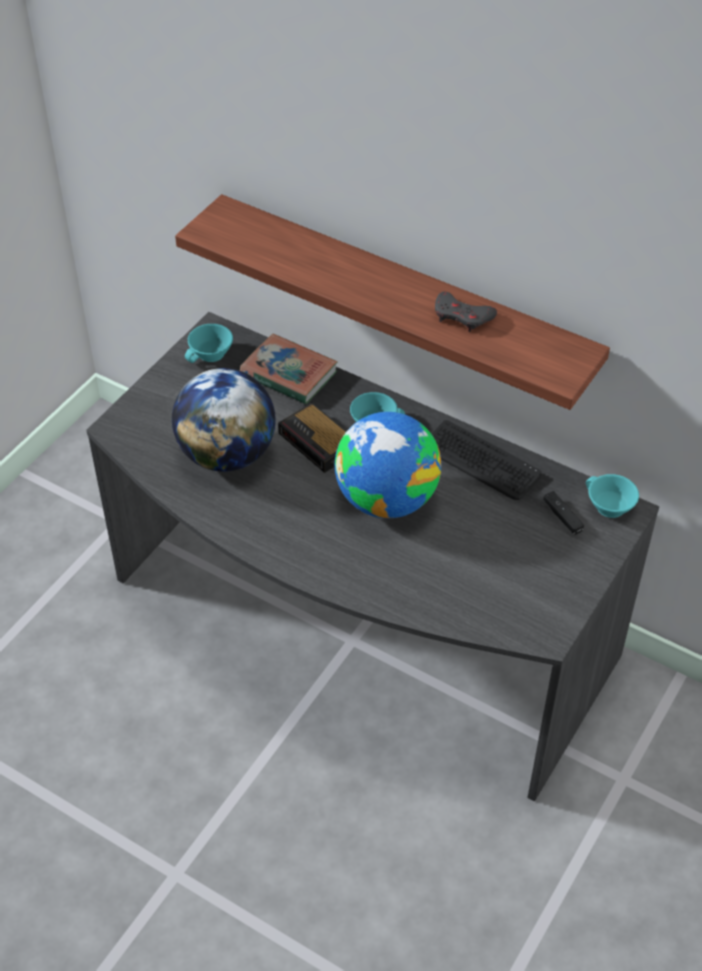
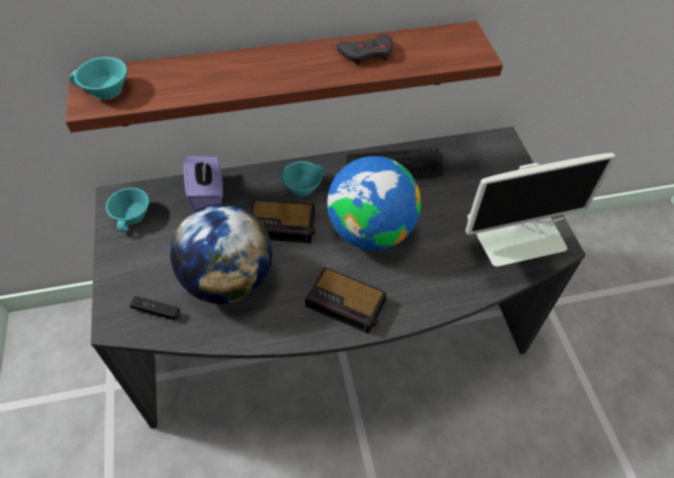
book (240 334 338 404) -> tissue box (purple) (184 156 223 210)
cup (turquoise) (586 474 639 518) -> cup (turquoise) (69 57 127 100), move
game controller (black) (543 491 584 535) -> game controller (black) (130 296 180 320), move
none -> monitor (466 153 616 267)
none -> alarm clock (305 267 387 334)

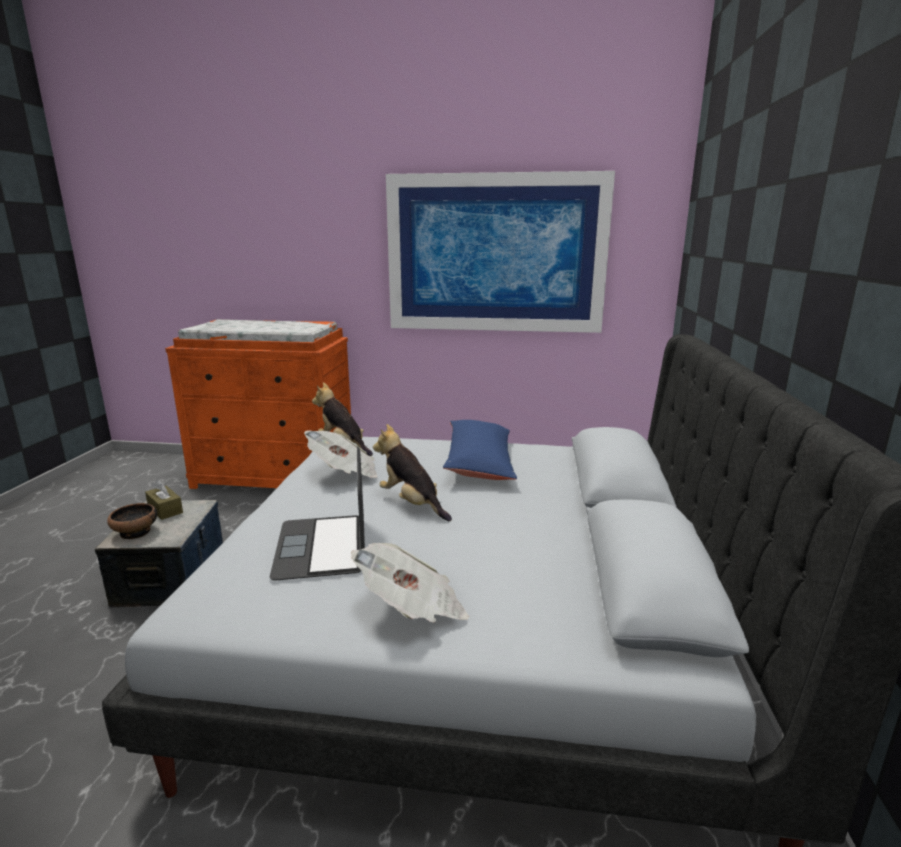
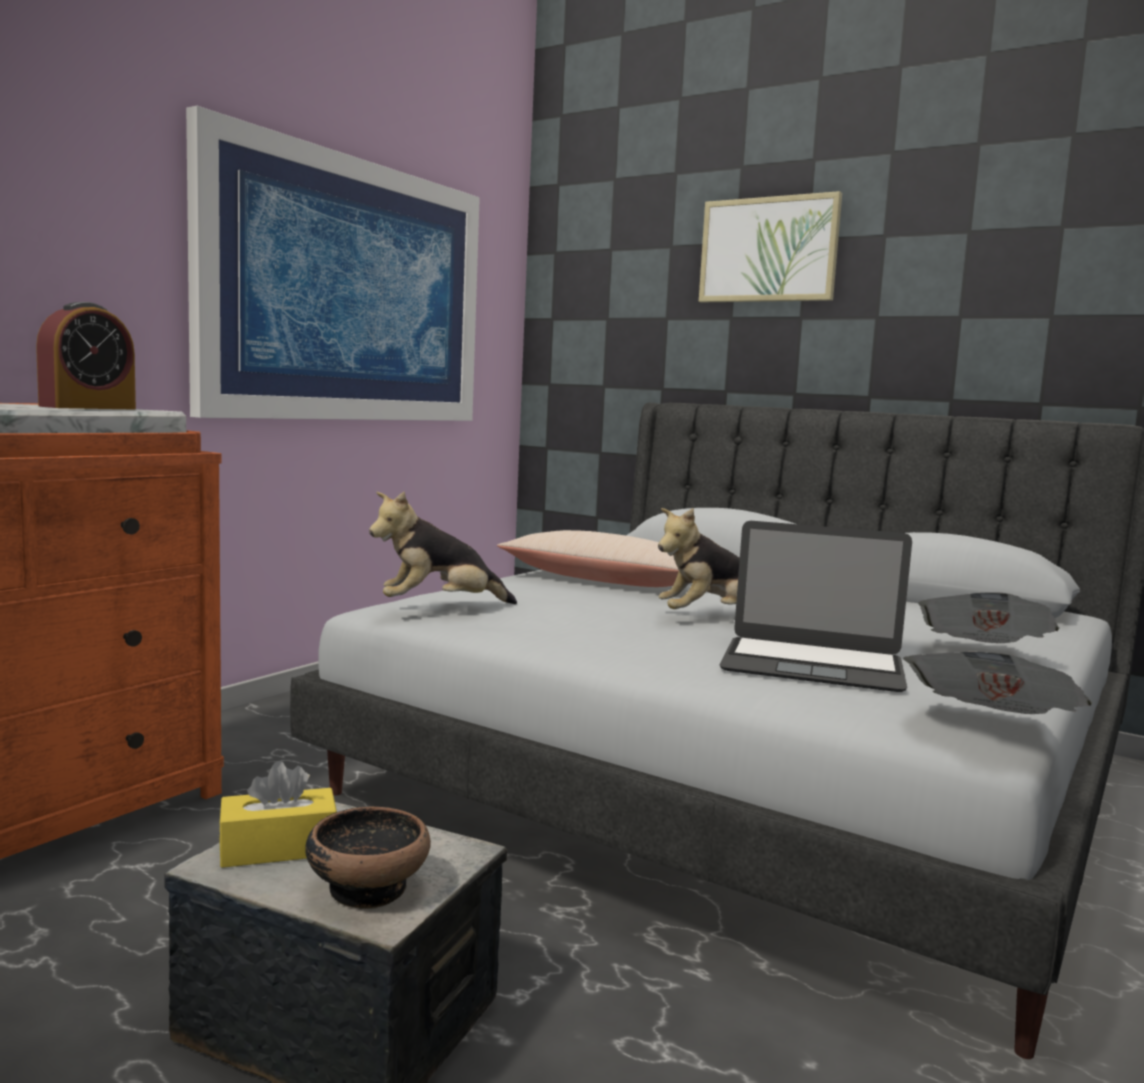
pillow (blue) (443 420 517 480) -> pillow (beige) (497 530 679 587)
newspaper (304 430 377 478) -> newspaper (903 652 1092 714), move
tissue box (brown) (145 480 183 520) -> tissue box (yellow) (218 761 337 868)
none -> picture (699 191 842 302)
none -> alarm clock (36 302 136 410)

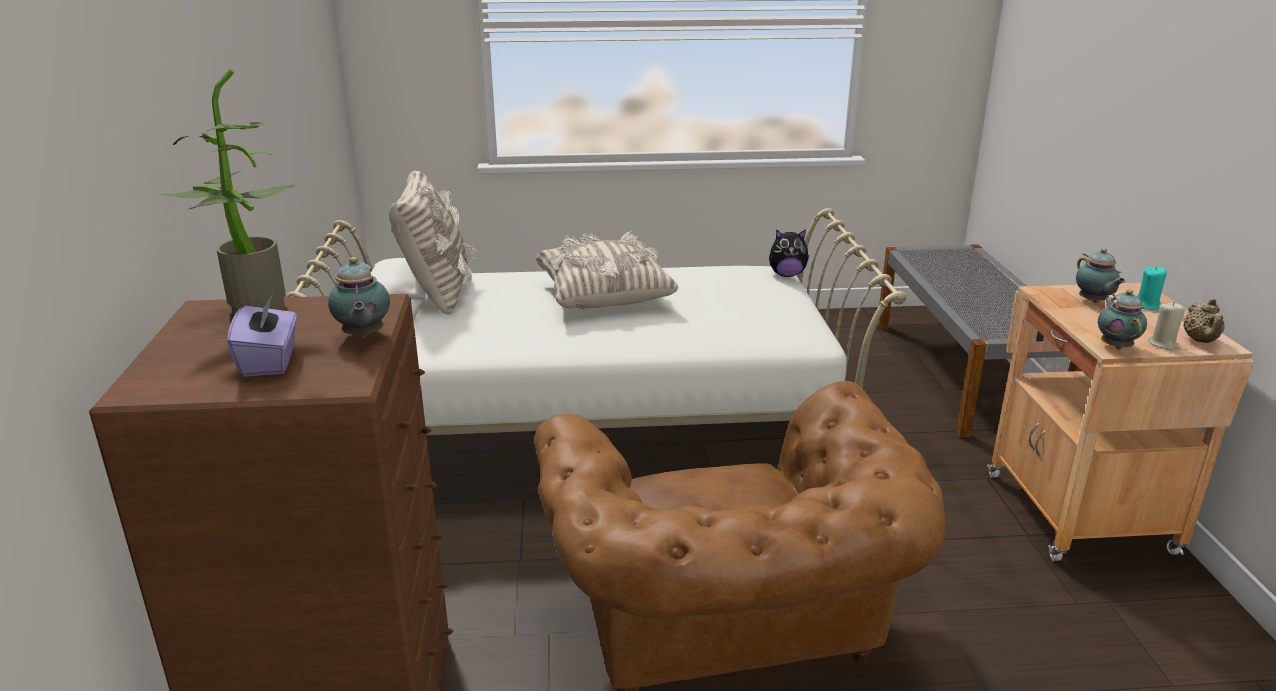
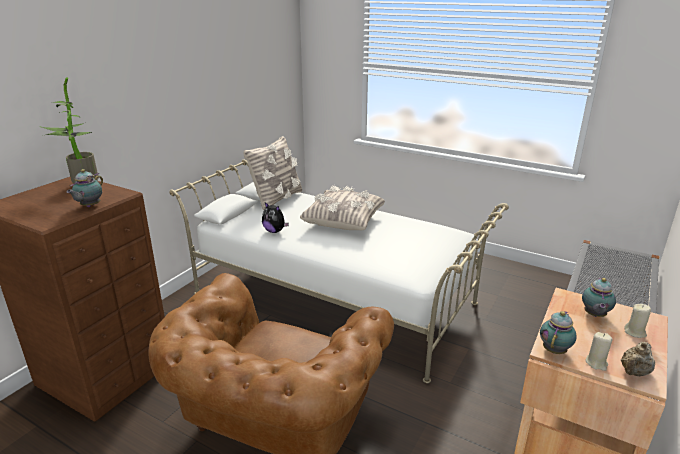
plush toy (769 229 810 277) -> plush toy (262 202 289 233), move
candle (turquoise) (1137 266 1167 310) -> candle (beige) (624 304 651 338)
tissue box (purple) (227 294 297 377) -> none

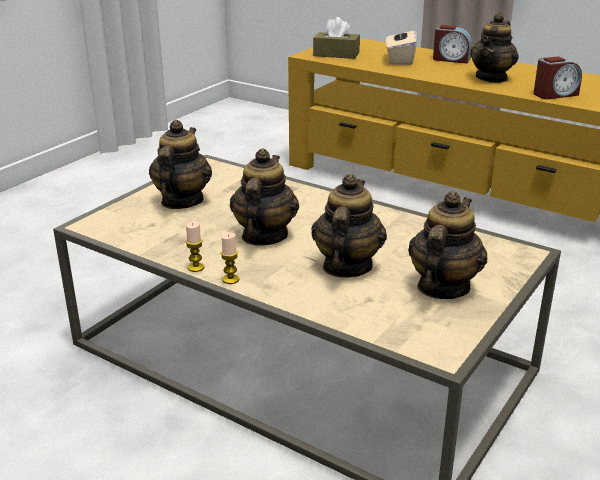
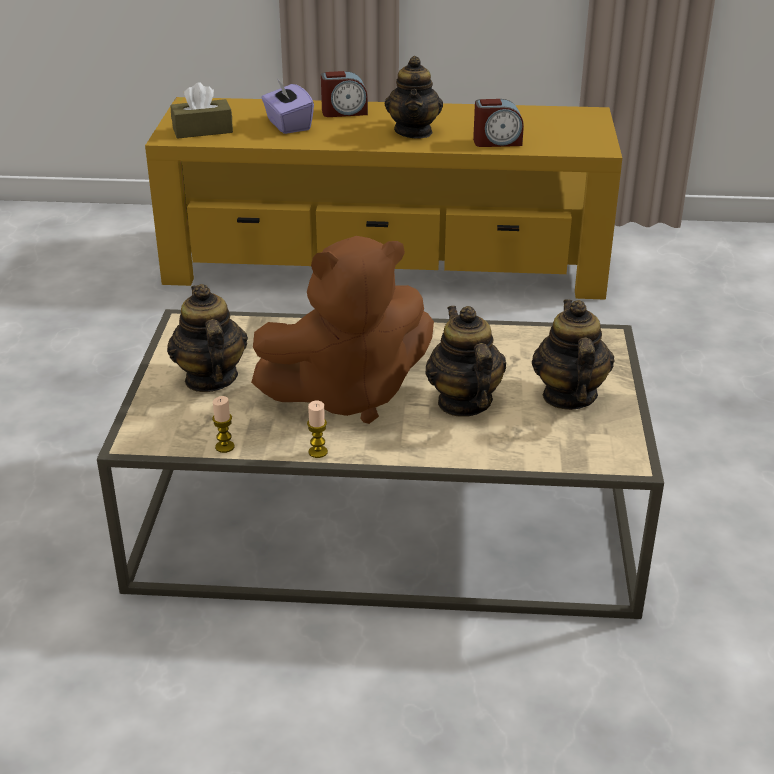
tissue box (beige) (386 24 417 65) -> tissue box (purple) (261 80 314 134)
alarm clock (533 56 582 99) -> alarm clock (473 99 524 147), 45 degrees clockwise
teapot (230 149 299 245) -> plush toy (brown) (251 236 434 424)
candle (221 233 239 284) -> candle (212 396 235 453), move

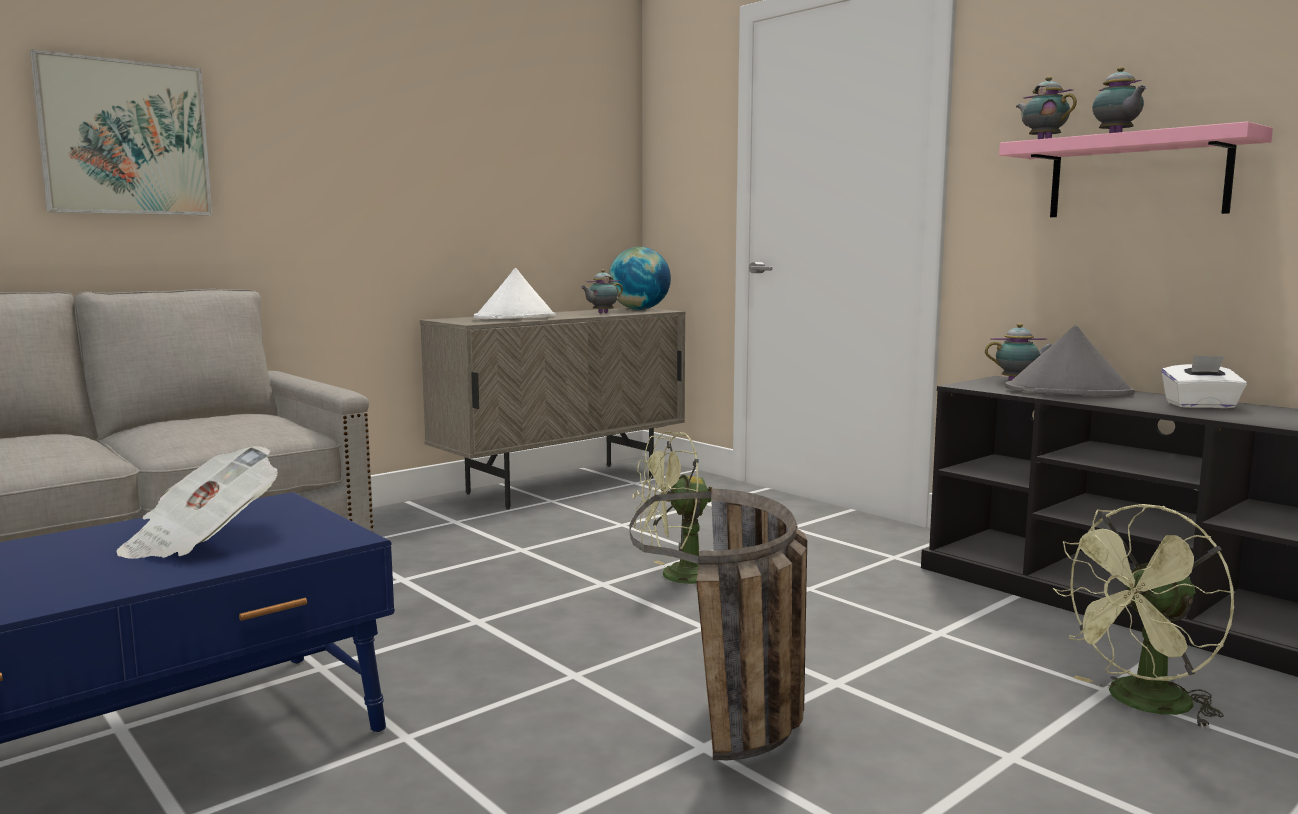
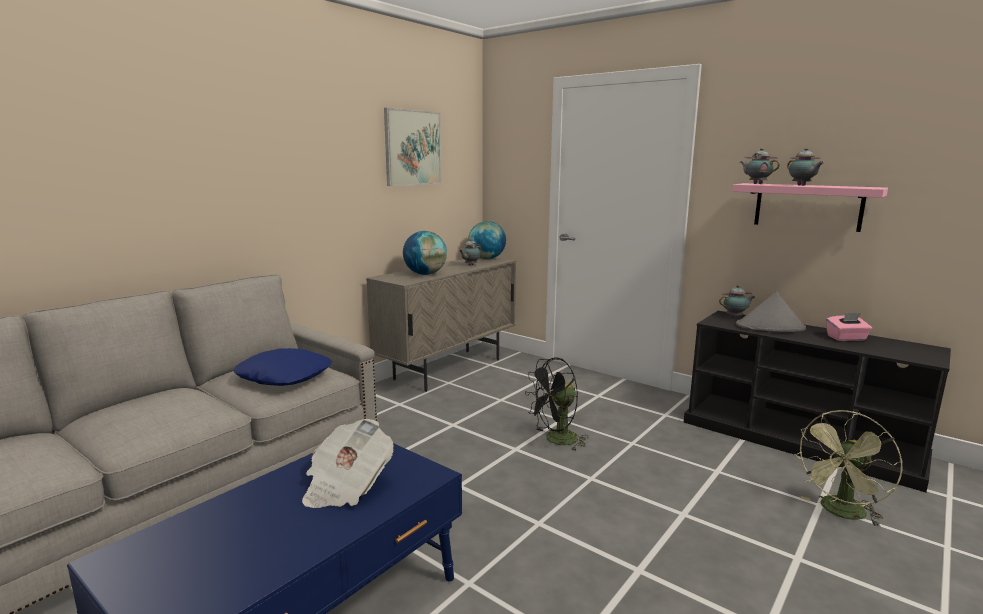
picture (30 49 212 215) -> picture (384 108 442 186), move
hat (white) (474 268 556 319) -> globe (403 231 447 275)
tissue box (white) (1162 355 1247 408) -> tissue box (pink) (826 313 872 341)
fan (green) (633 432 712 592) -> fan (black) (525 357 587 451)
basket (629 488 807 760) -> none
none -> pillow (blue) (234 348 332 386)

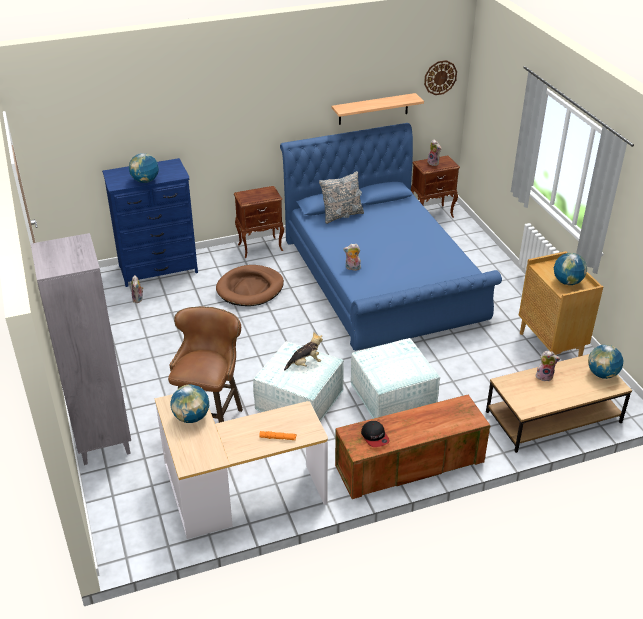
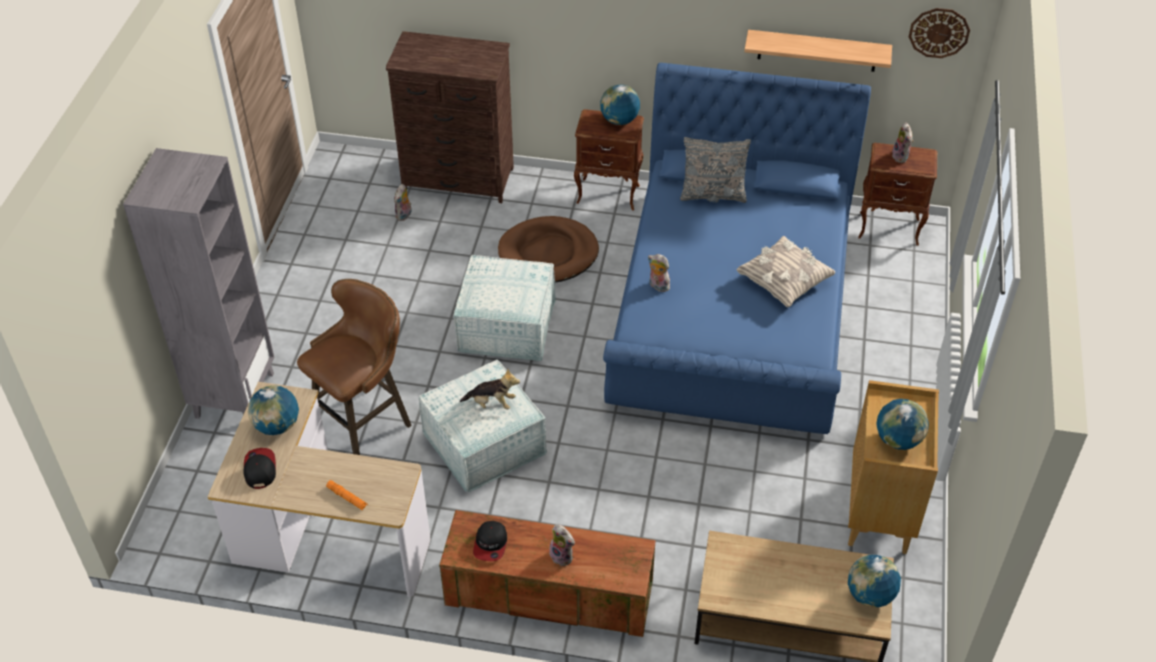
globe (129 153 159 183) -> globe (600 85 640 125), move
dresser (blue) (102 158 198 287) -> dresser (brown) (386 31 514 203)
ottoman (white) (351 338 440 419) -> ottoman (white) (454 255 556 361), move
plush toy (536 351 560 381) -> plush toy (549 524 575 566), move
none -> pillow (beige) (737 236 835 307)
none -> cap (243 448 276 489)

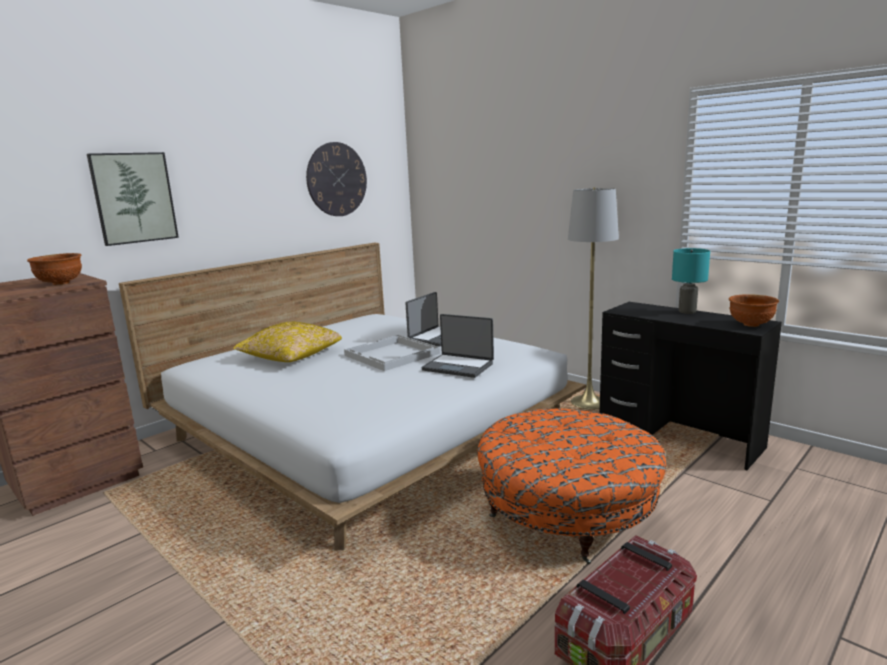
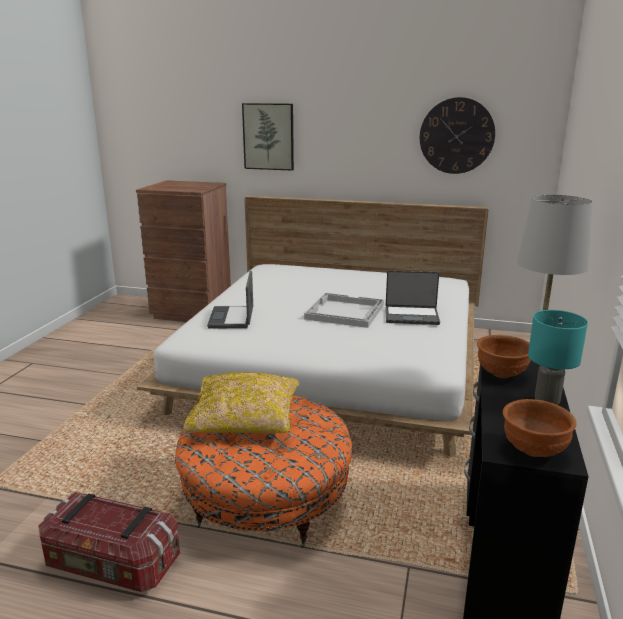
bowl (brown) (27 253 82 285) -> bowl (brown) (477 335 530 378), move
laptop (422 314 494 378) -> laptop (207 271 253 329), move
pillow (yellow) (233 321 342 362) -> pillow (yellow) (183 372 300 433), move

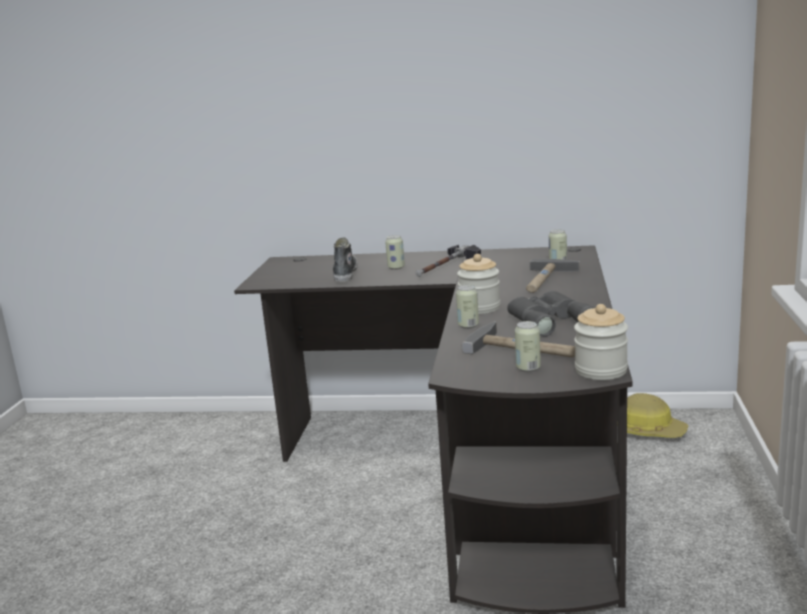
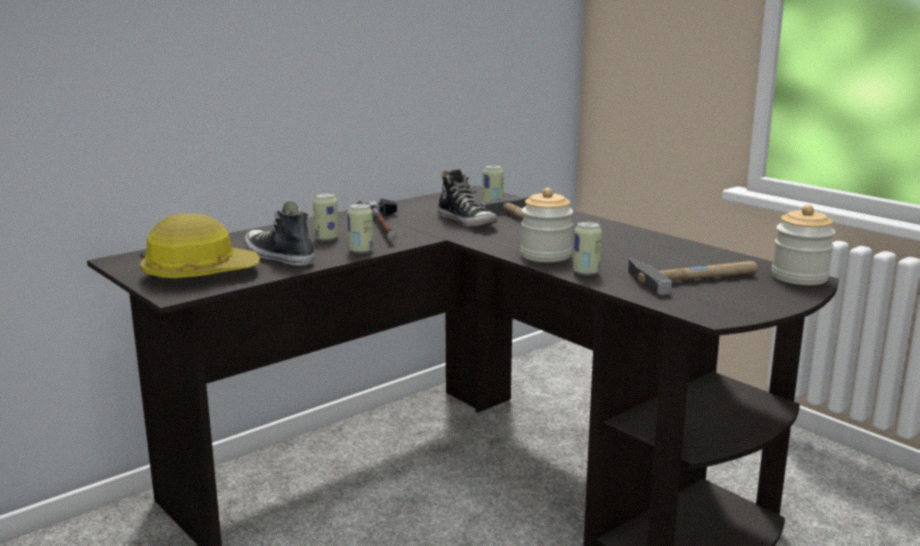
binoculars (grey) (507 291 595 337) -> none
can (515 321 541 372) -> can (347 204 374 254), move
hard hat (627 393 688 438) -> hard hat (140 213 260 282), move
none -> shoe (438 169 497 227)

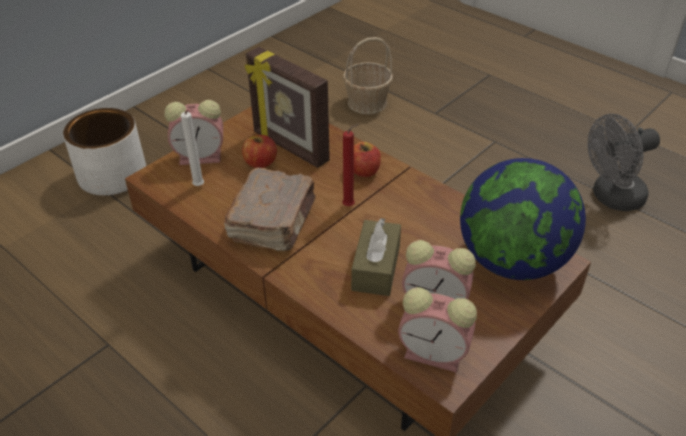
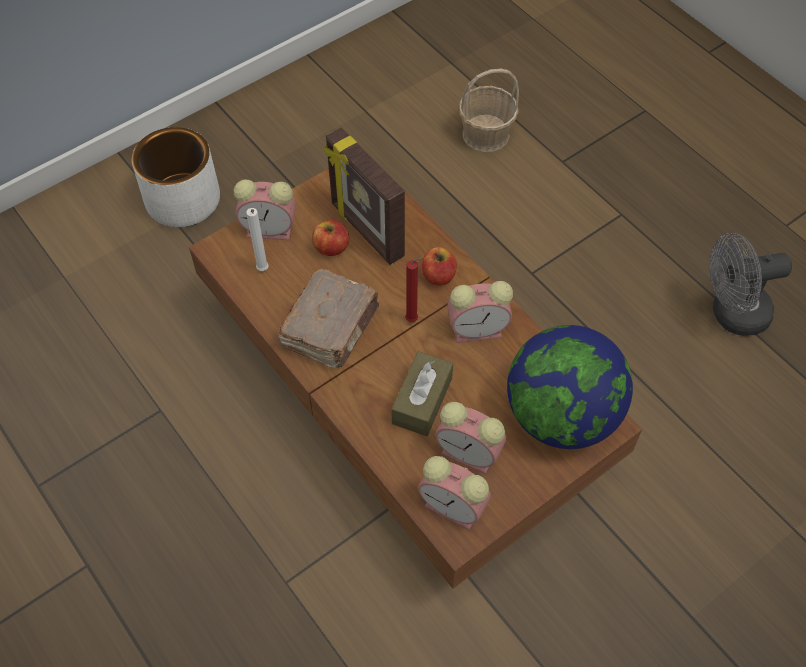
none -> alarm clock (448 281 513 343)

